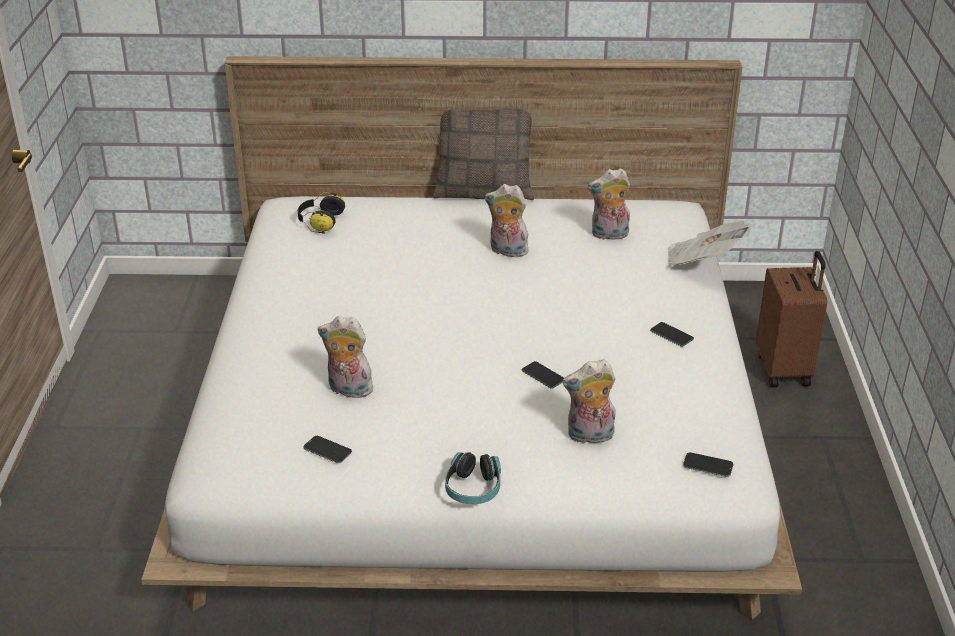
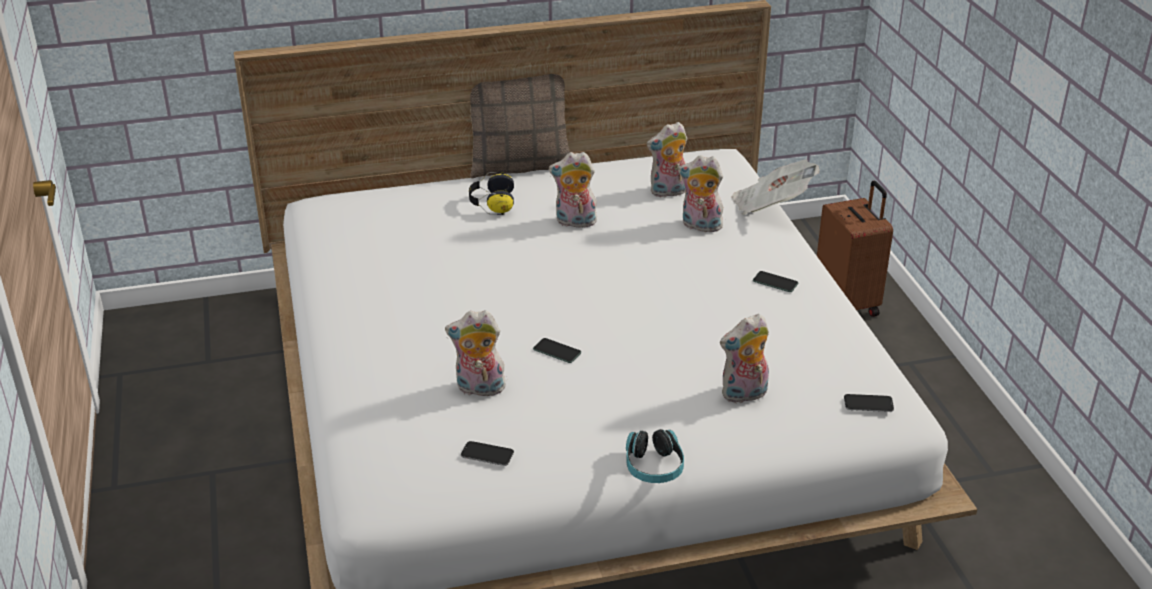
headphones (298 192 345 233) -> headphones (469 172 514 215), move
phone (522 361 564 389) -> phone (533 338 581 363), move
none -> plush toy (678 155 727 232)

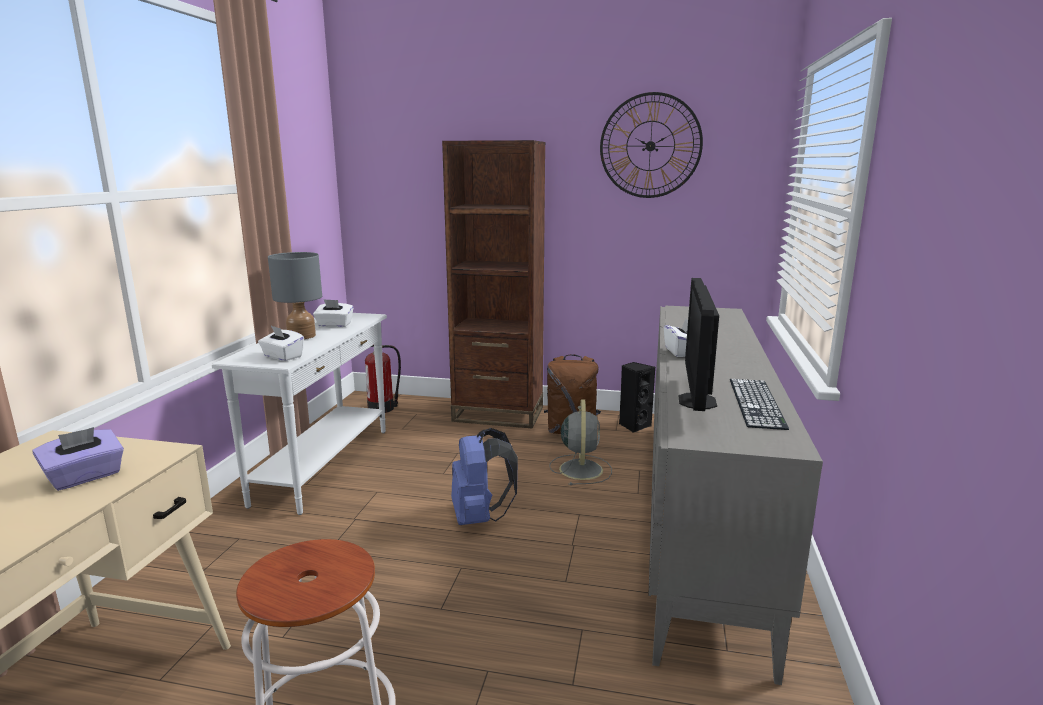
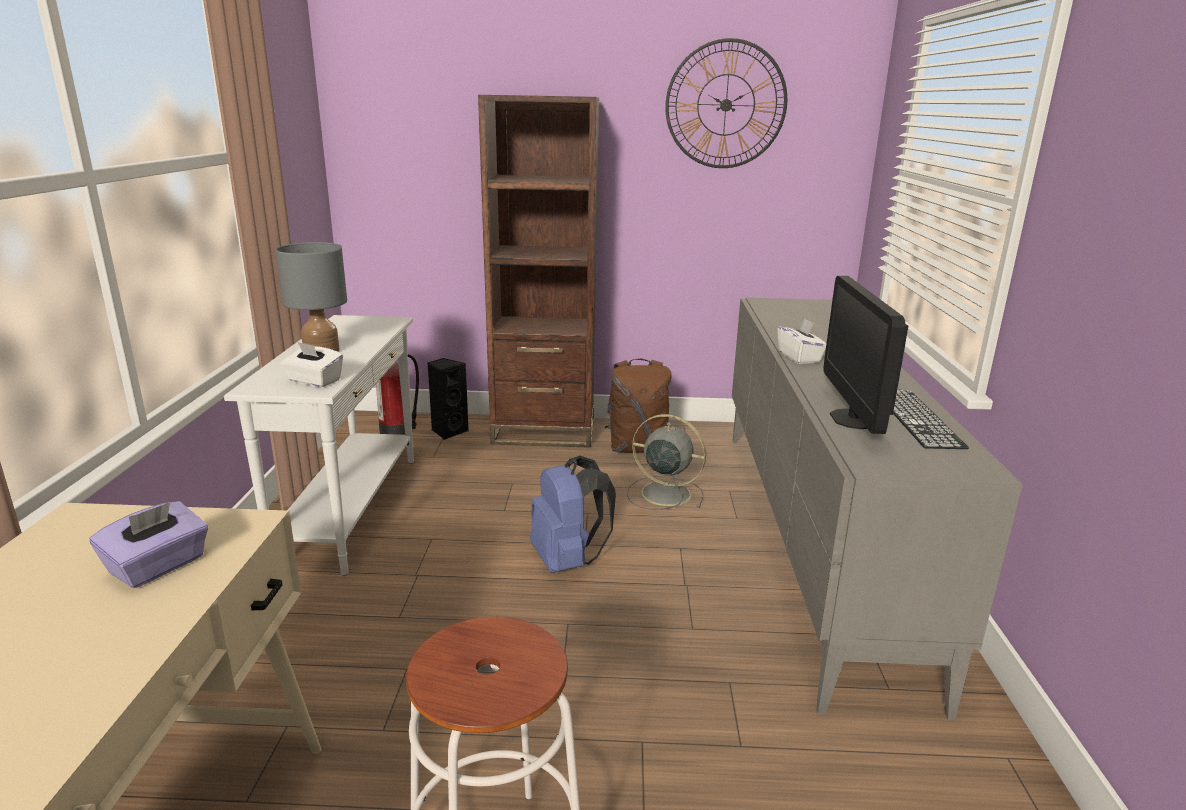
tissue box (white) (313 299 353 327) -> none
speaker (black) (619 362 655 433) -> speaker (black) (427 358 469 440), move
fan (grey) (550 400 612 485) -> fan (grey) (627 414 706 510), 60 degrees counterclockwise

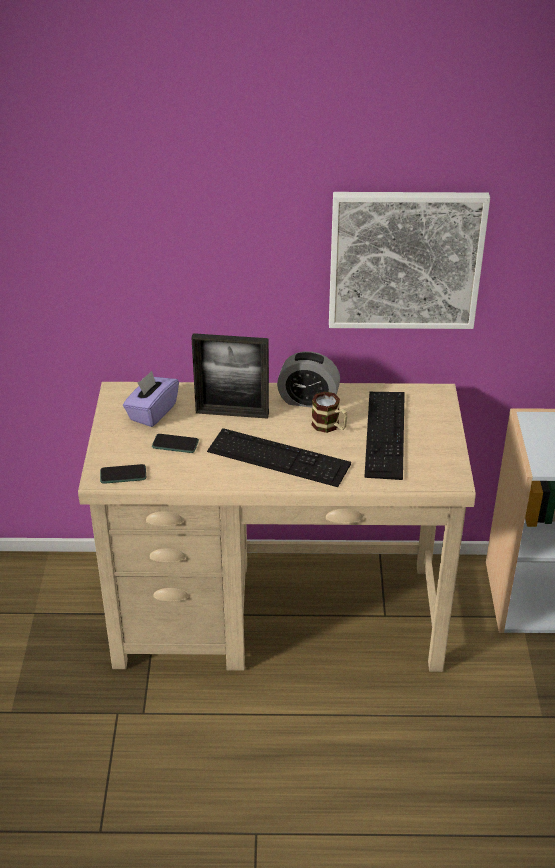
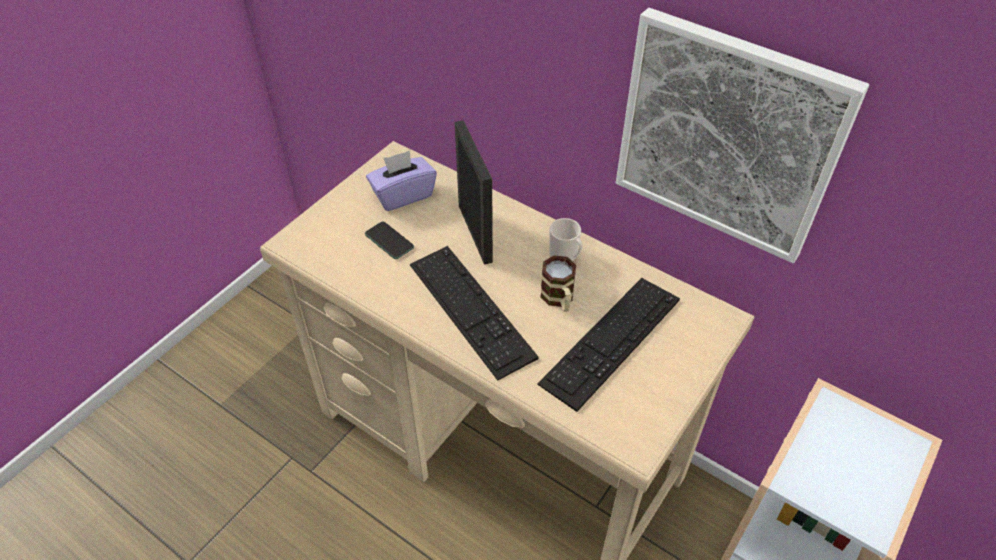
picture frame (192 333 269 419) -> picture frame (455 120 493 265), 150 degrees counterclockwise
alarm clock (277 351 340 408) -> mug (549 218 583 261)
phone (100 464 146 484) -> none

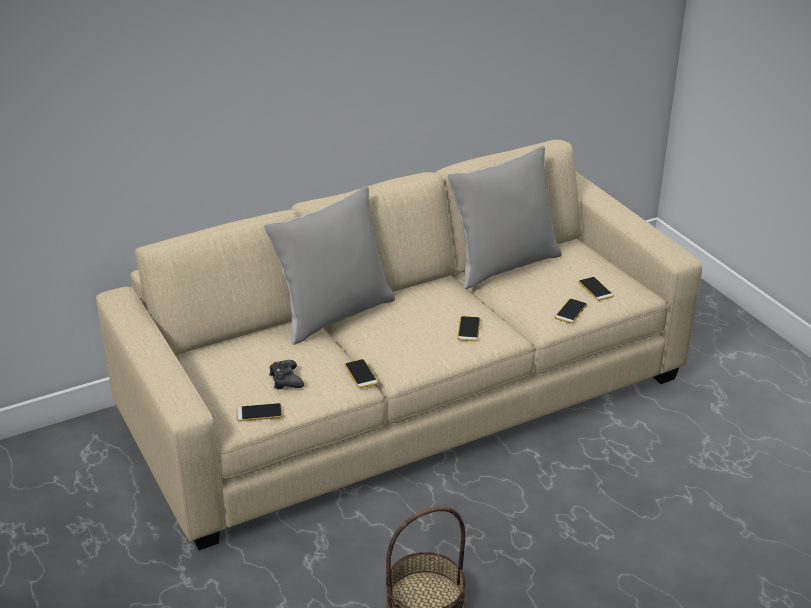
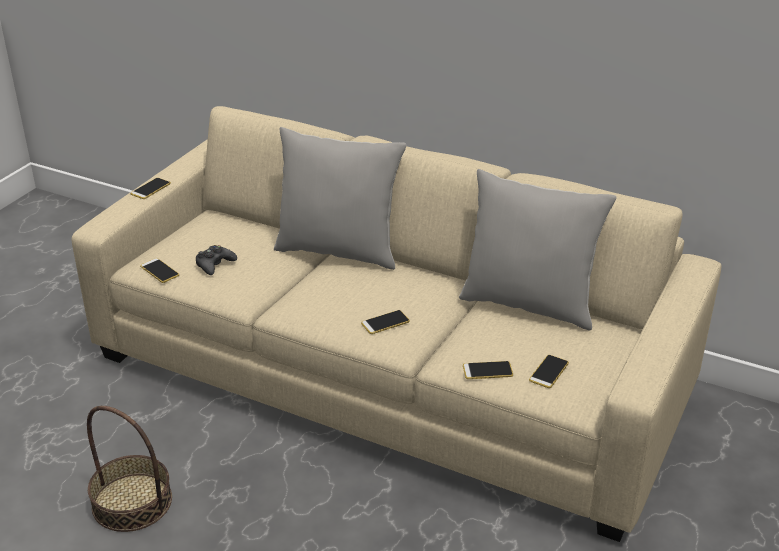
phone (345 359 378 388) -> phone (130 178 171 199), move

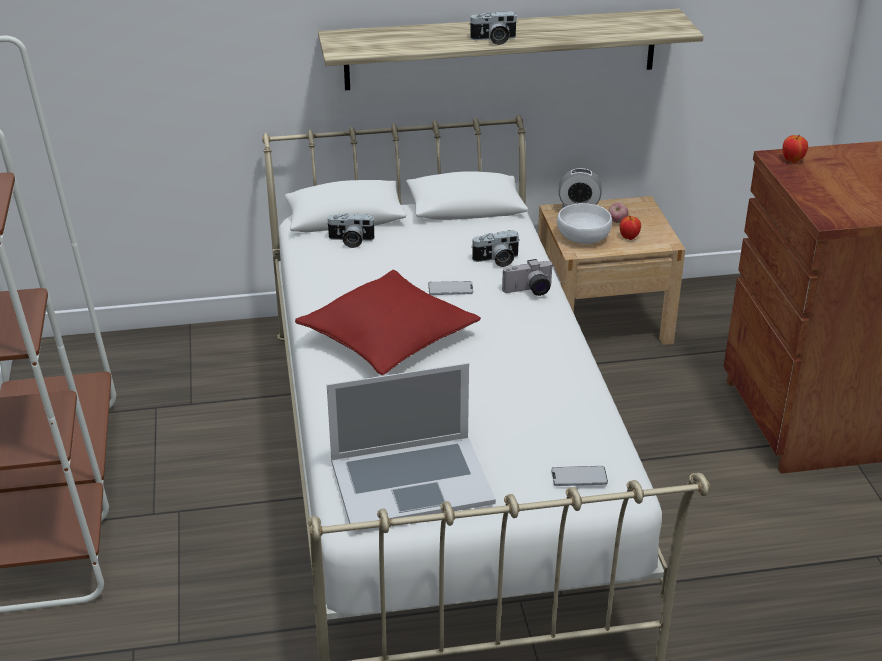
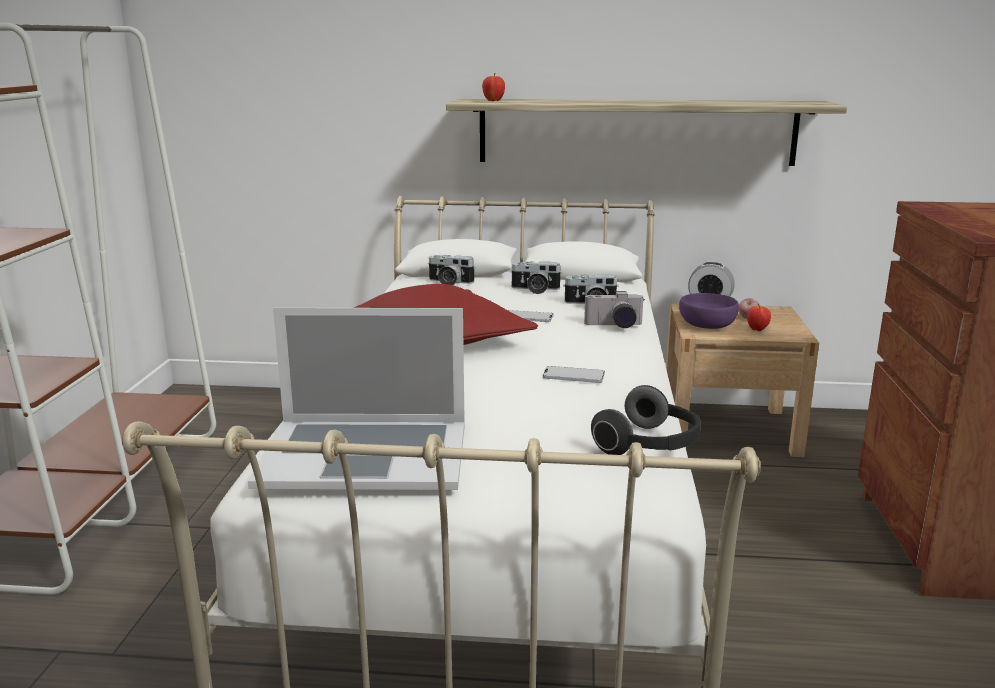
photo camera (469 11 518 45) -> photo camera (510 261 562 294), move
apple (783 135 808 163) -> apple (482 73 505 101), move
bowl (white) (557 203 612 244) -> bowl (purple) (679 293 739 329)
phone (551 466 608 486) -> phone (543 366 605 383), move
none -> headphones (591 385 701 455)

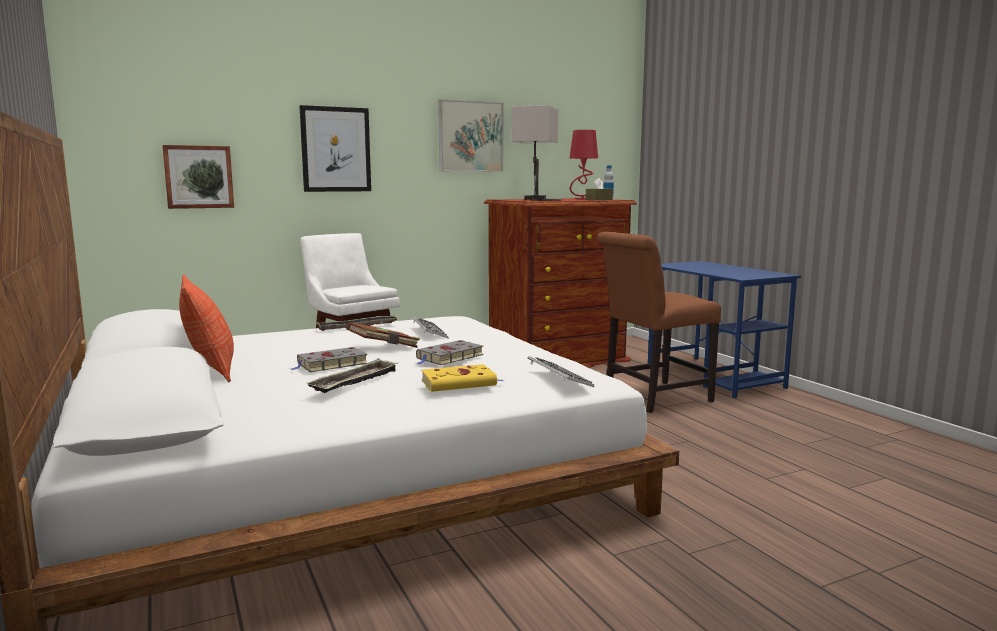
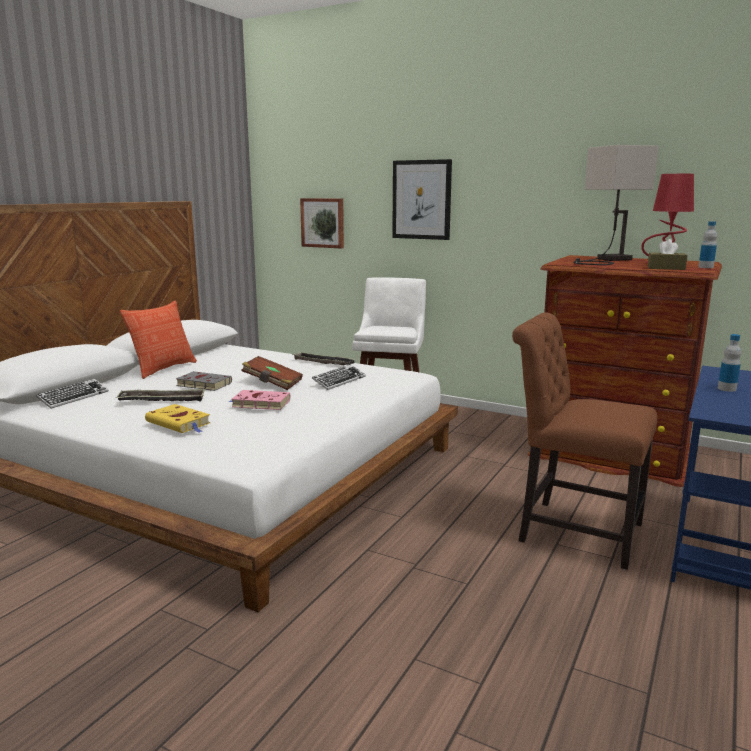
picture (438 99 503 172) -> none
book (grey) (416 340 484 365) -> book (pink) (229 390 290 410)
keyboard (528 356 594 387) -> keyboard (36 379 109 409), move
none -> bottle (718 334 741 392)

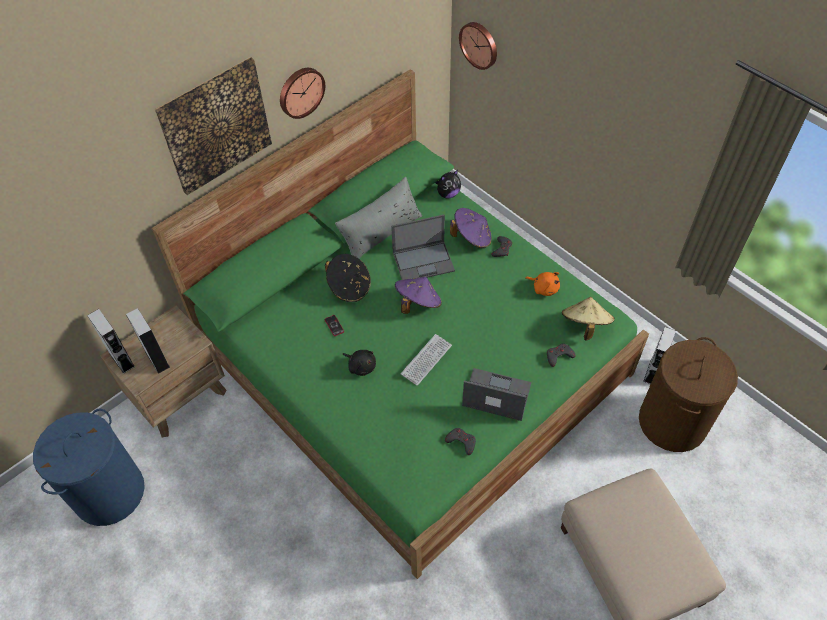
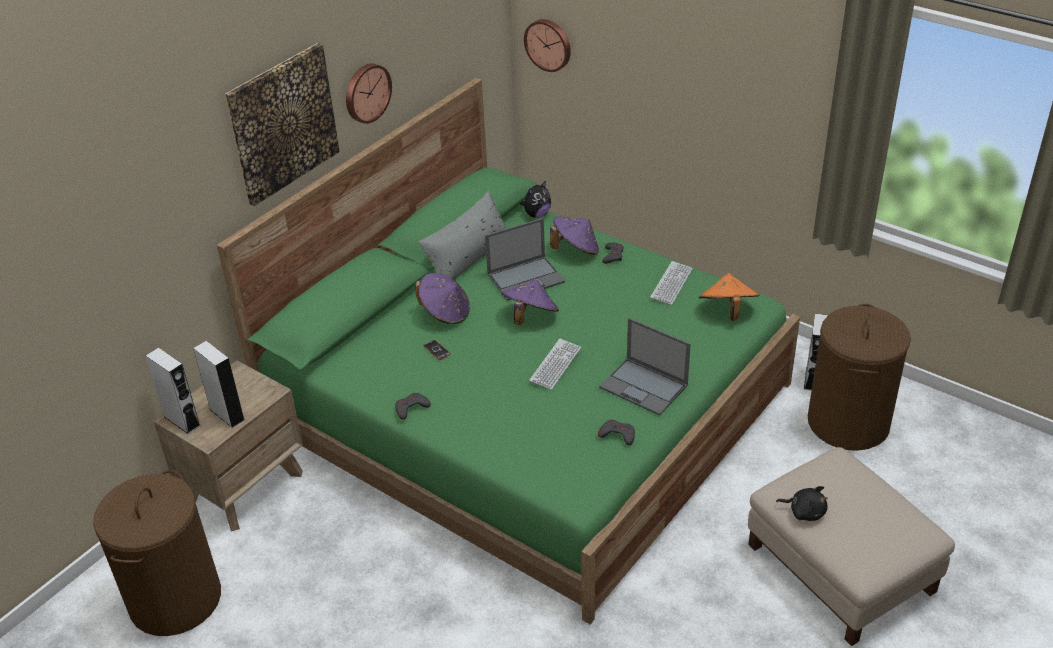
hat (black) (325 254 371 302) -> hat (purple) (415 273 470 324)
plush toy (orange) (525 272 560 296) -> keyboard (650 261 693 305)
hat (beige) (562 297 615 341) -> hat (orange) (699 273 760 321)
game controller (grey) (547 344 575 367) -> game controller (grey) (395 393 431 420), move
plush toy (black) (342 350 376 376) -> plush toy (black) (776 486 828 521), move
laptop (462 368 531 421) -> laptop (599 318 691 415), 150 degrees counterclockwise
laundry basket (blue) (33 409 145 526) -> laundry basket (brown) (93 470 221 636)

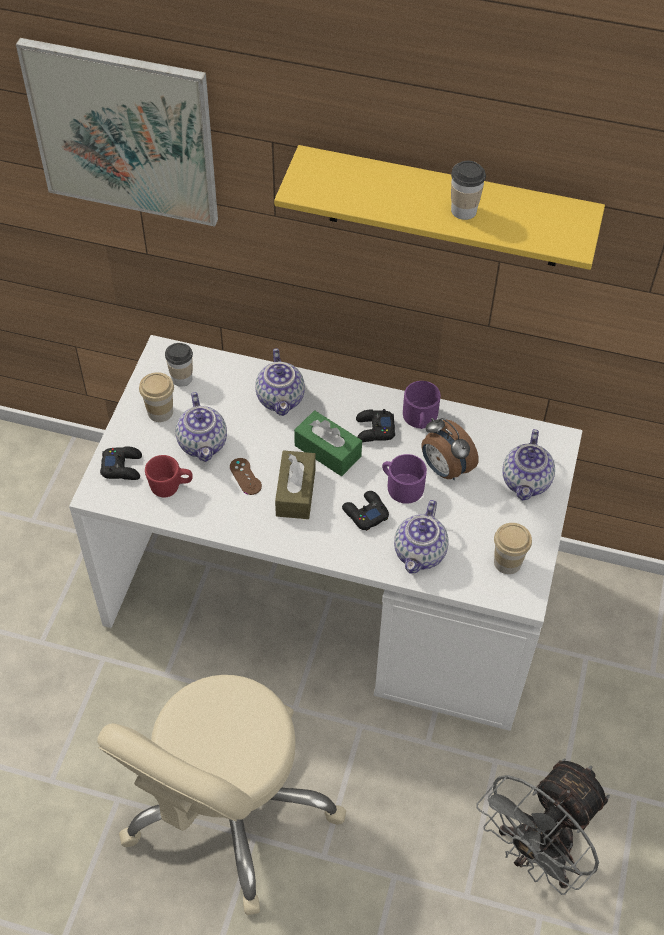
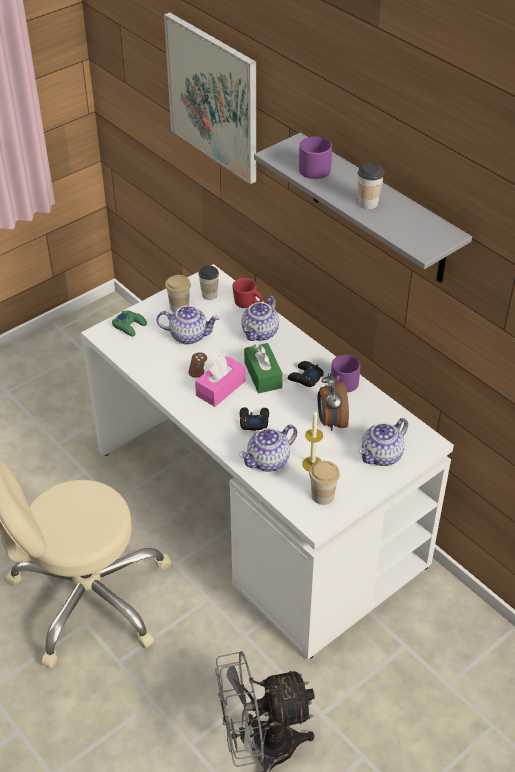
shelf (yellow) (274 145 605 270) -> shelf (grey) (254 133 472 283)
teapot (176 392 227 462) -> teapot (156 306 219 345), 105 degrees counterclockwise
game controller (black) (100 446 142 480) -> game controller (green) (112 310 147 337)
tissue box (brown) (275 450 316 519) -> tissue box (pink) (195 355 246 407)
mug (purple) (382 454 427 504) -> mug (purple) (299 137 332 179), move
mug (red) (145 455 193 497) -> mug (red) (232 278 263 308), move
none -> candle (302 410 323 471)

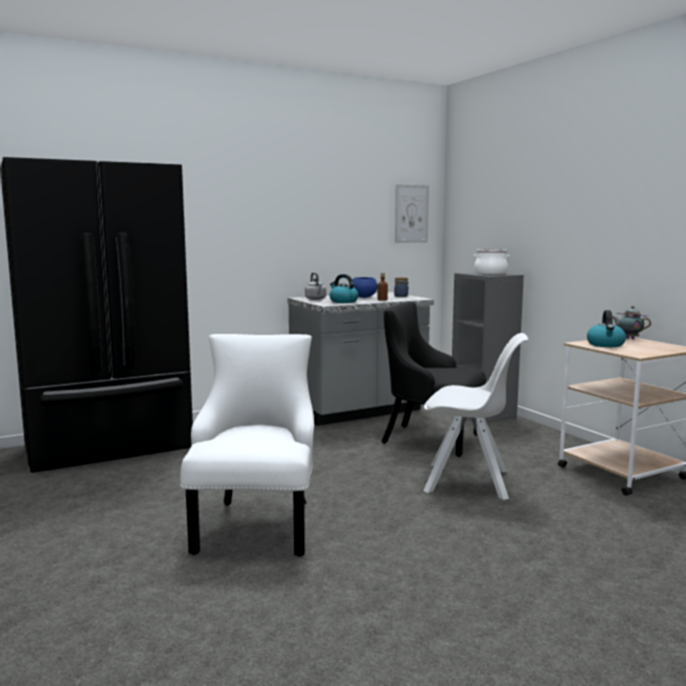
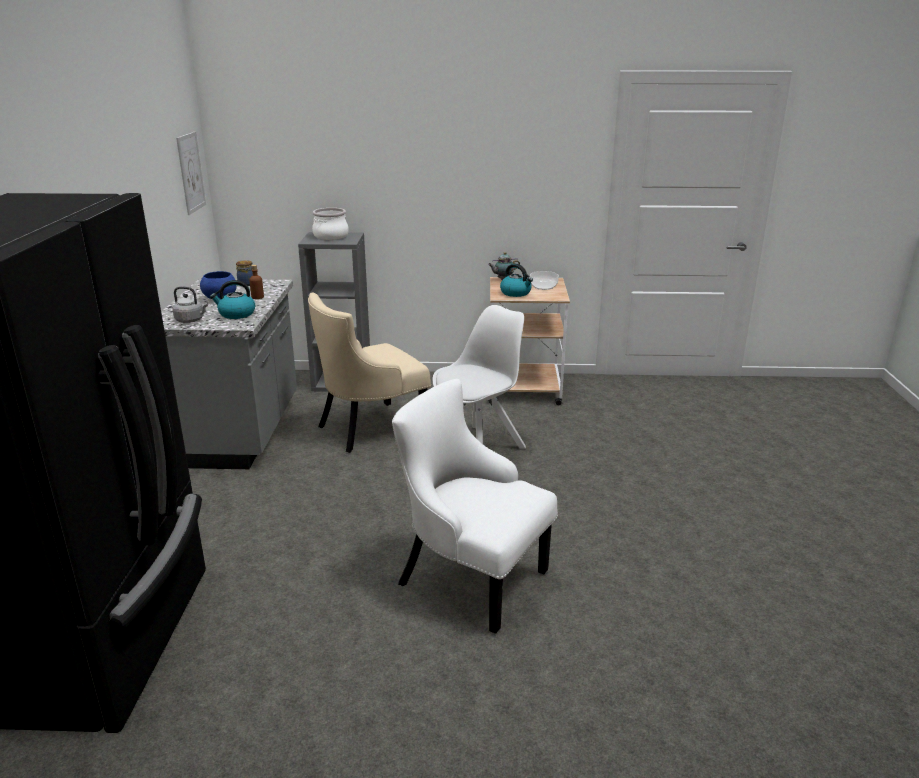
chair (black) (381 302 486 457) -> chair (beige) (308 293 431 453)
none -> bowl (530 271 559 290)

